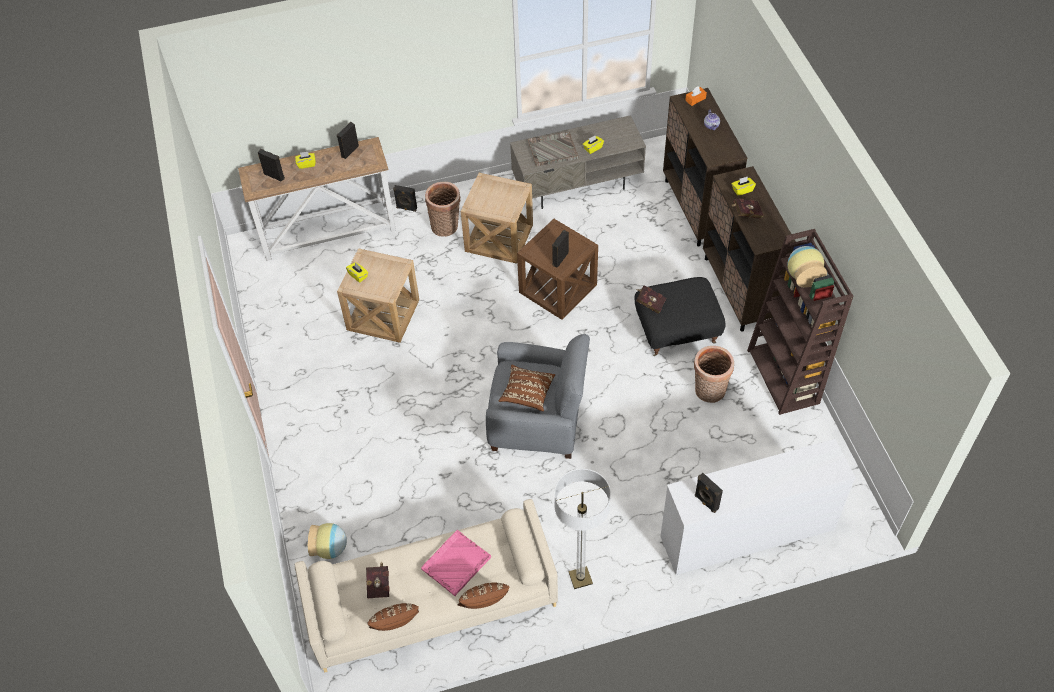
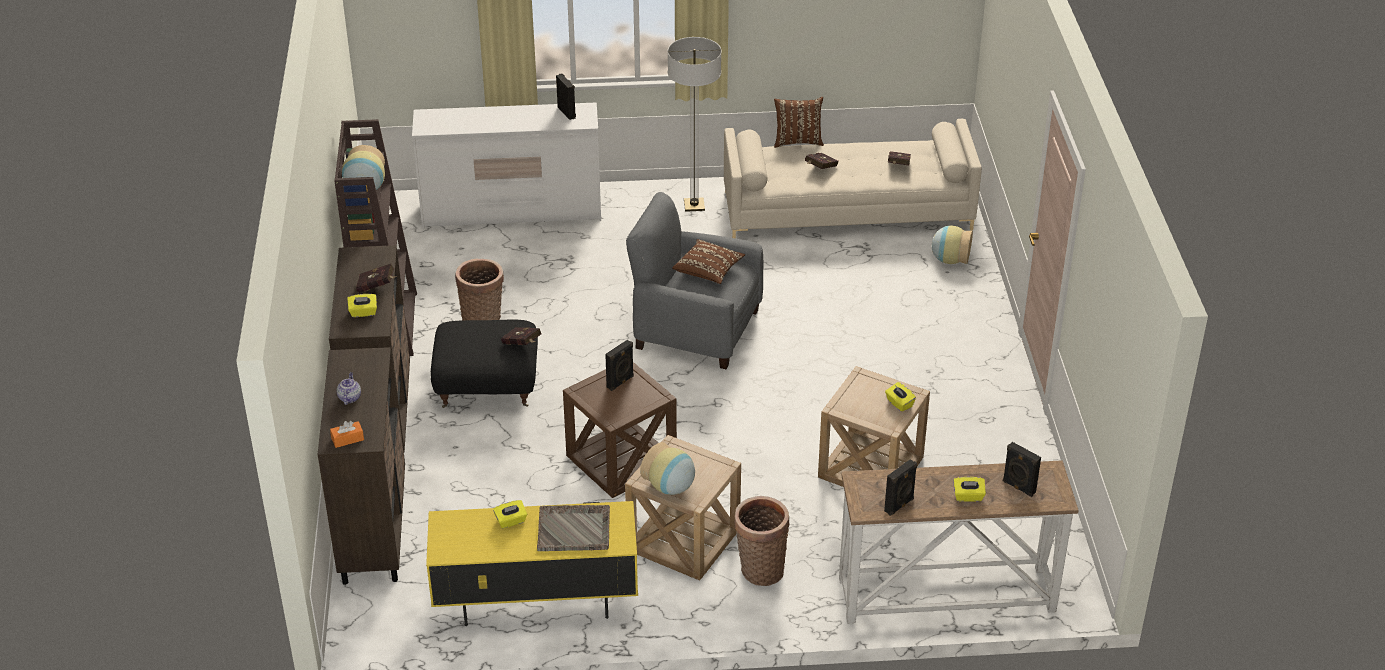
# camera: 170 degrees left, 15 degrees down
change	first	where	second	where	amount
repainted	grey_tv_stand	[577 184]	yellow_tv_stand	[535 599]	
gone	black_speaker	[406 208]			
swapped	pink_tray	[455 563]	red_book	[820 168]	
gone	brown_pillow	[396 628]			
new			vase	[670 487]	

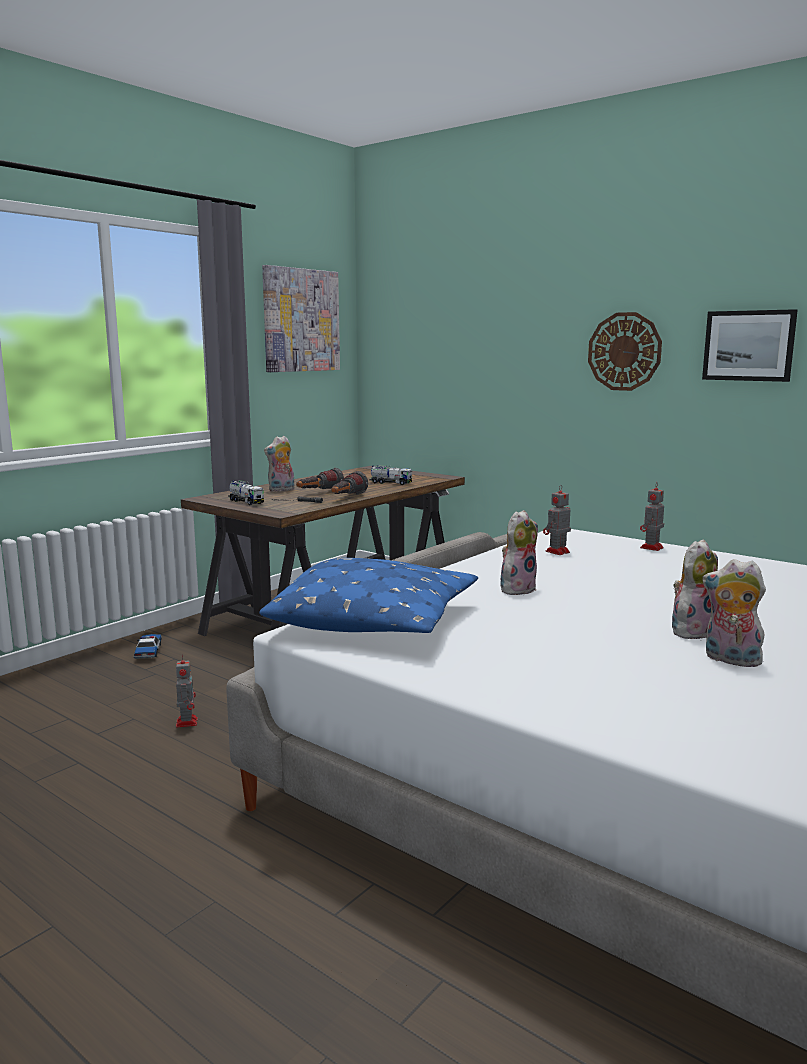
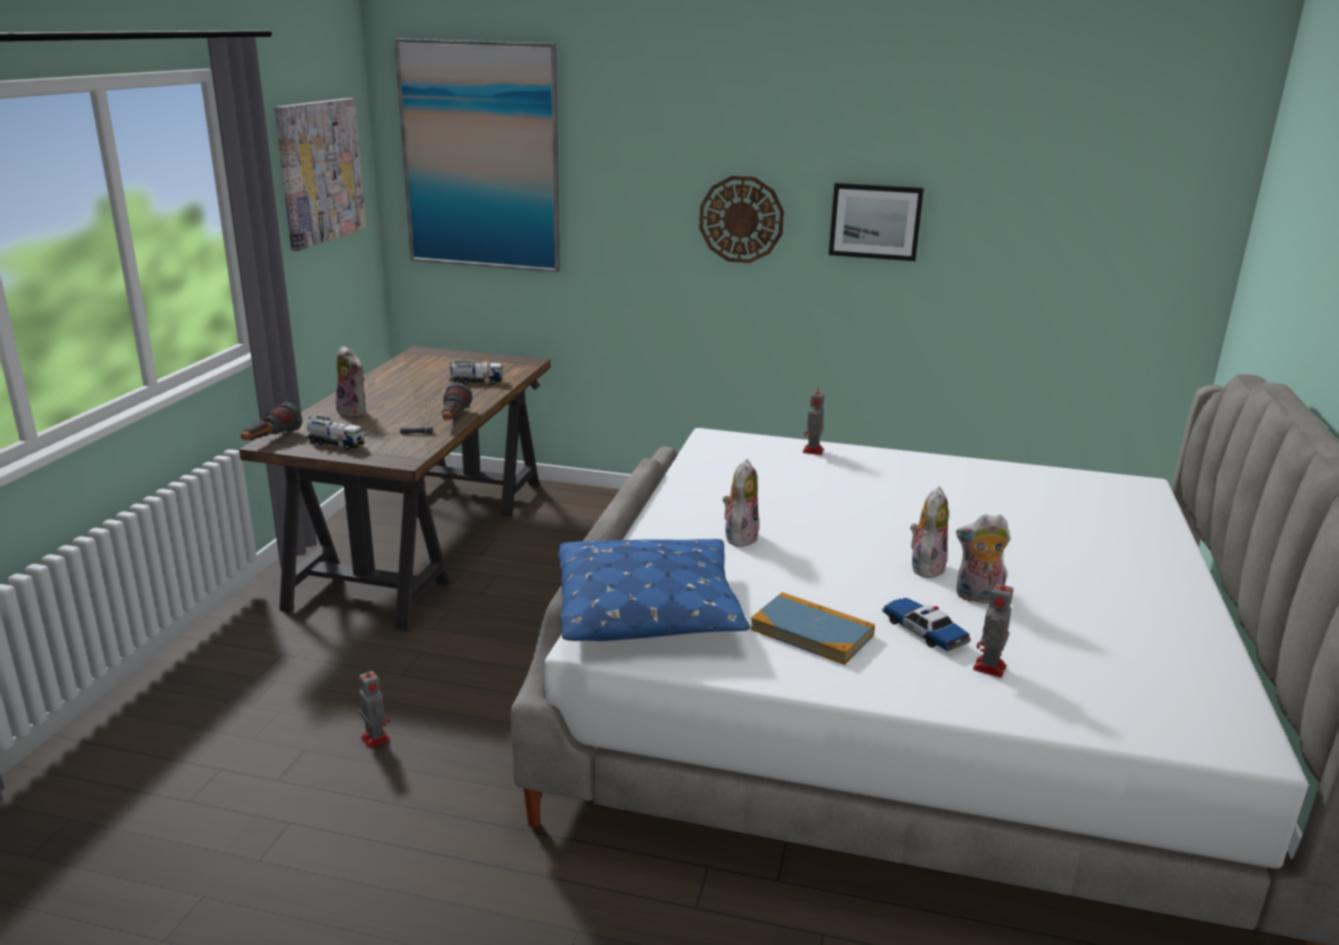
# camera: 25 degrees left, 10 degrees up
change	first	where	second	where	amount
rotated	plush_toy	[281 490]		[354 412]	75 degrees counterclockwise
shifted	flashlight	[319 493]		[270 440]	
shifted	toy_robot	[556 552]		[989 668]	
shifted	toy_car	[148 652]		[923 632]	
new			picture	[480 157]	
new			book	[811 632]	

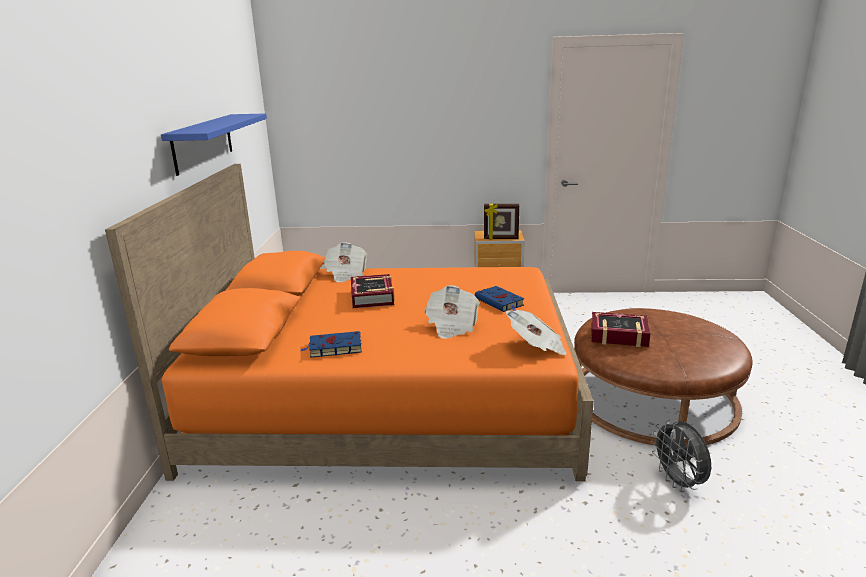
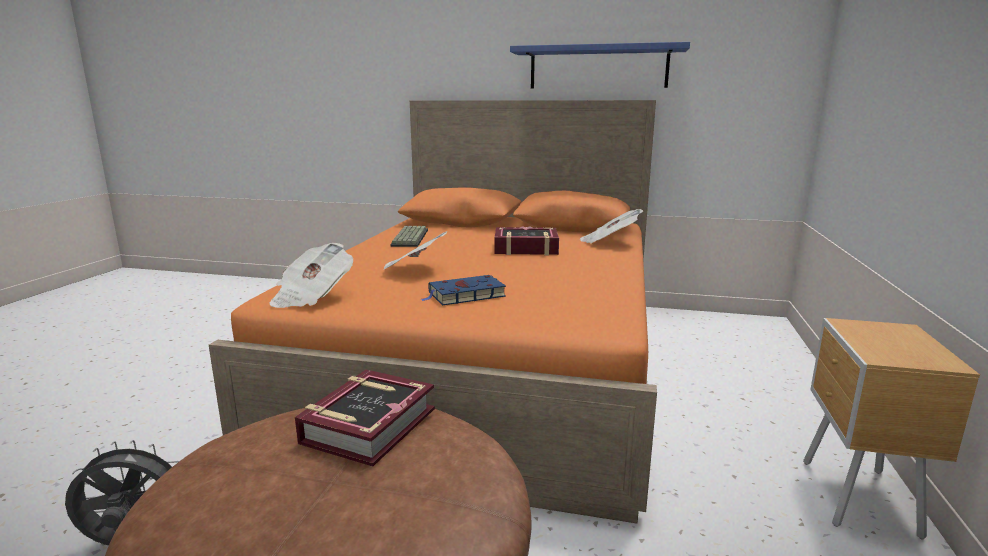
# camera: 100 degrees right, 5 degrees down
change	first	where	second	where	amount
gone	picture_frame	[501 238]			
swapped	blue_book	[334 348]	keyboard	[409 237]	

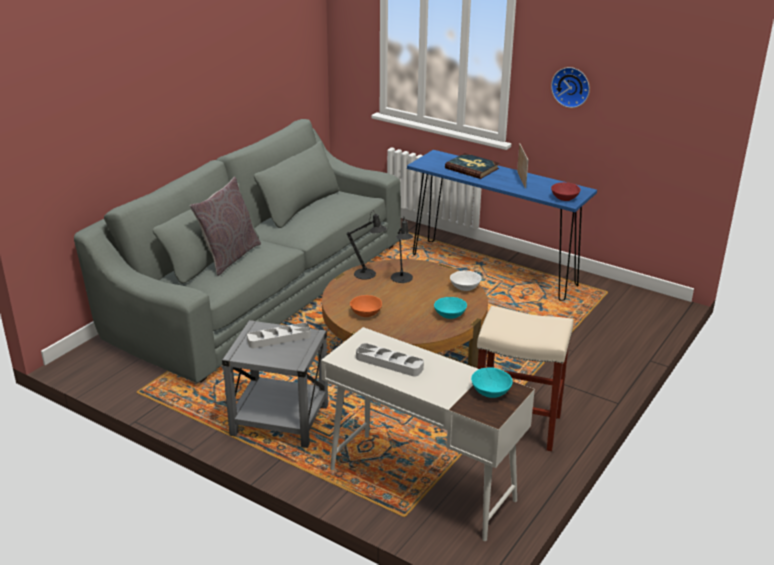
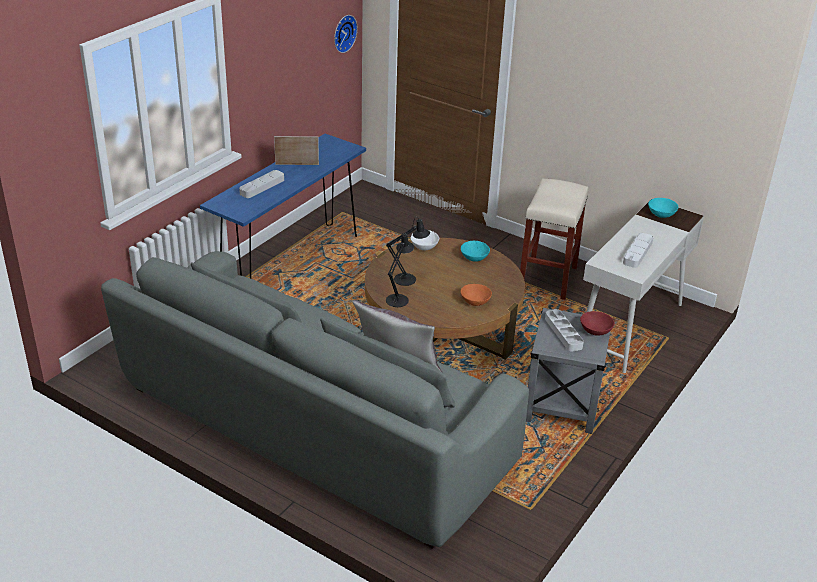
# camera: 90 degrees left, 5 degrees up
change	first	where	second	where	amount
shifted	wall_clock	[571 86]		[343 33]	
swapped	book	[472 168]	grey_tray	[262 186]	
shifted	red_bowl	[565 198]		[595 330]	

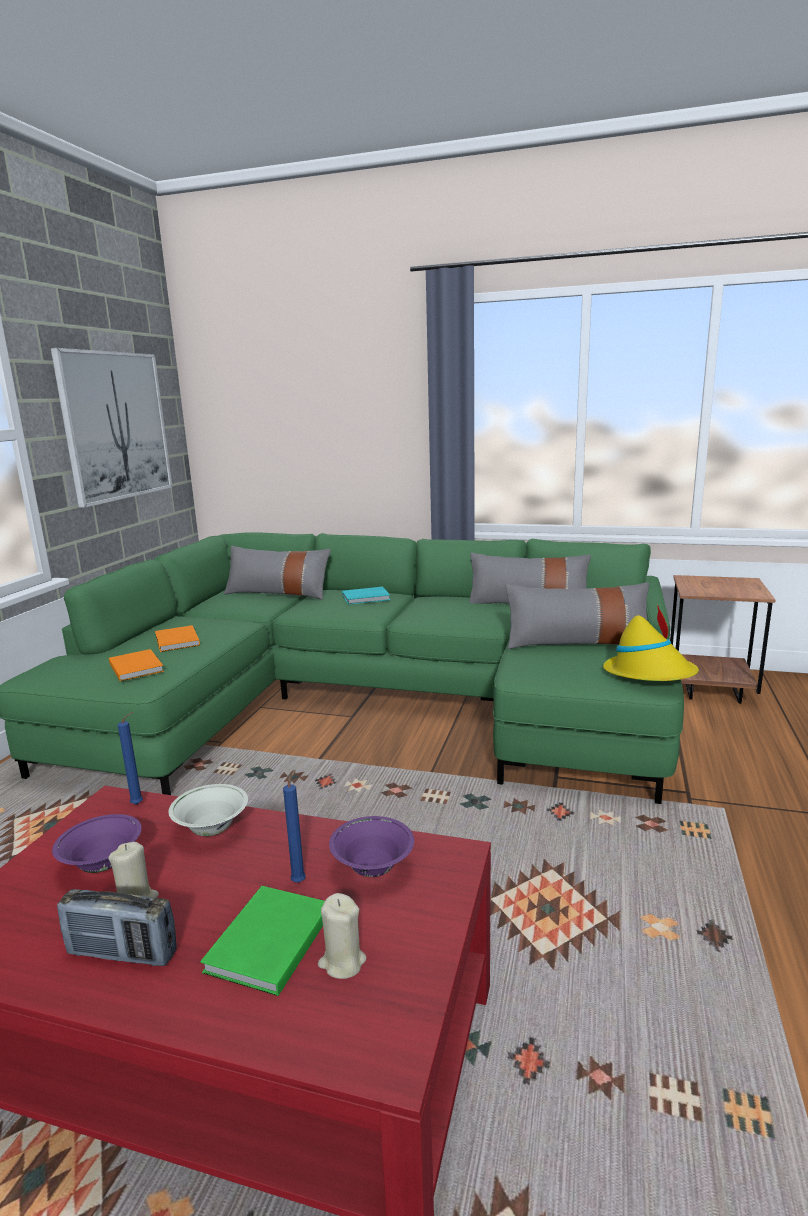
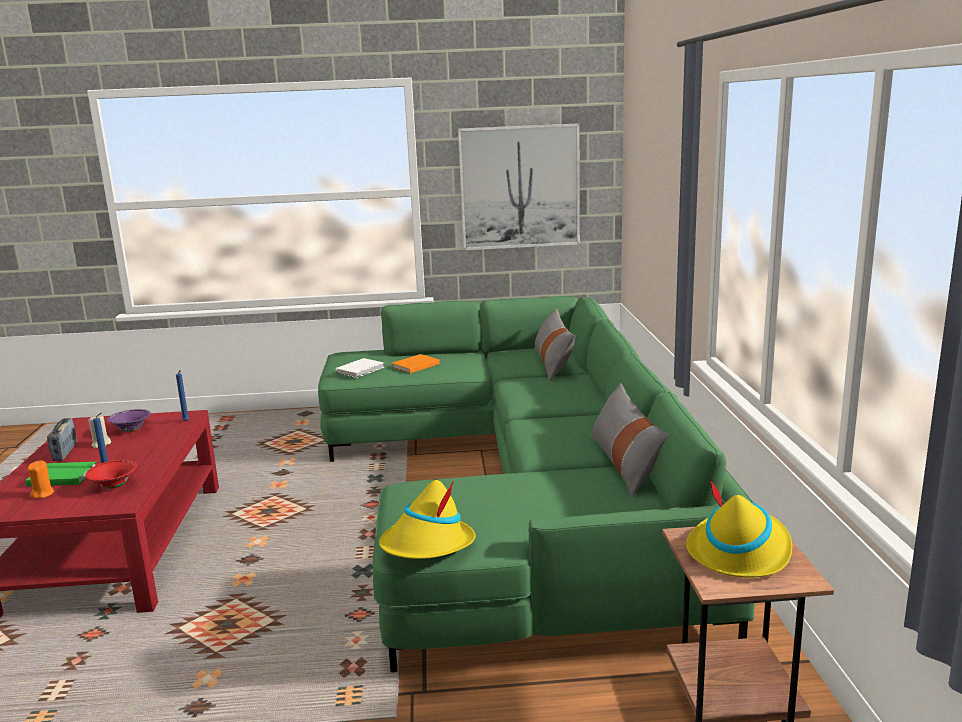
# camera: 70 degrees right, 0 degrees up
change	first	where	second	where	amount
gone	grey_pillow	[576 643]			
gone	turquoise_book	[367 598]			
repainted	orange_book	[137 667]	white_book	[361 369]	
gone	white_bowl	[212 830]			
repainted	purple_bowl	[372 868]	red_bowl	[114 486]	
repainted	beige_candle	[342 962]	orange_candle	[43 494]	
new			yellow_hat	[739 551]	

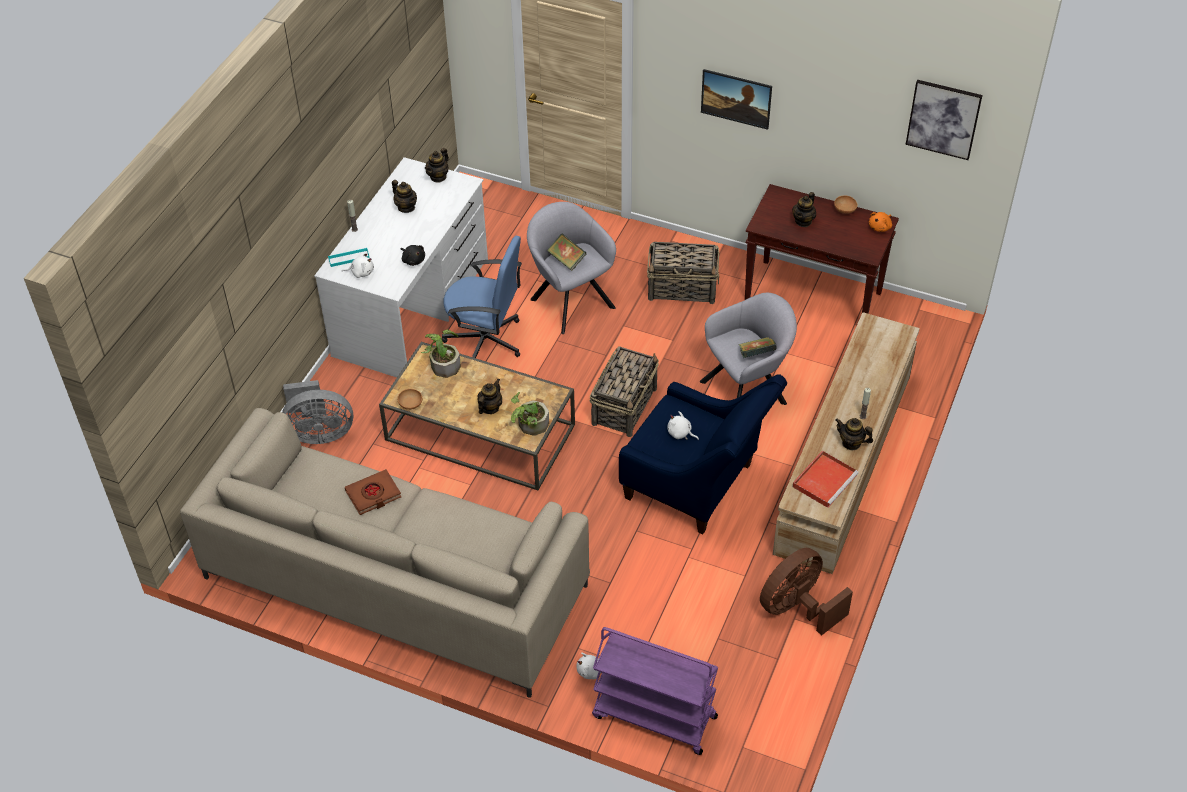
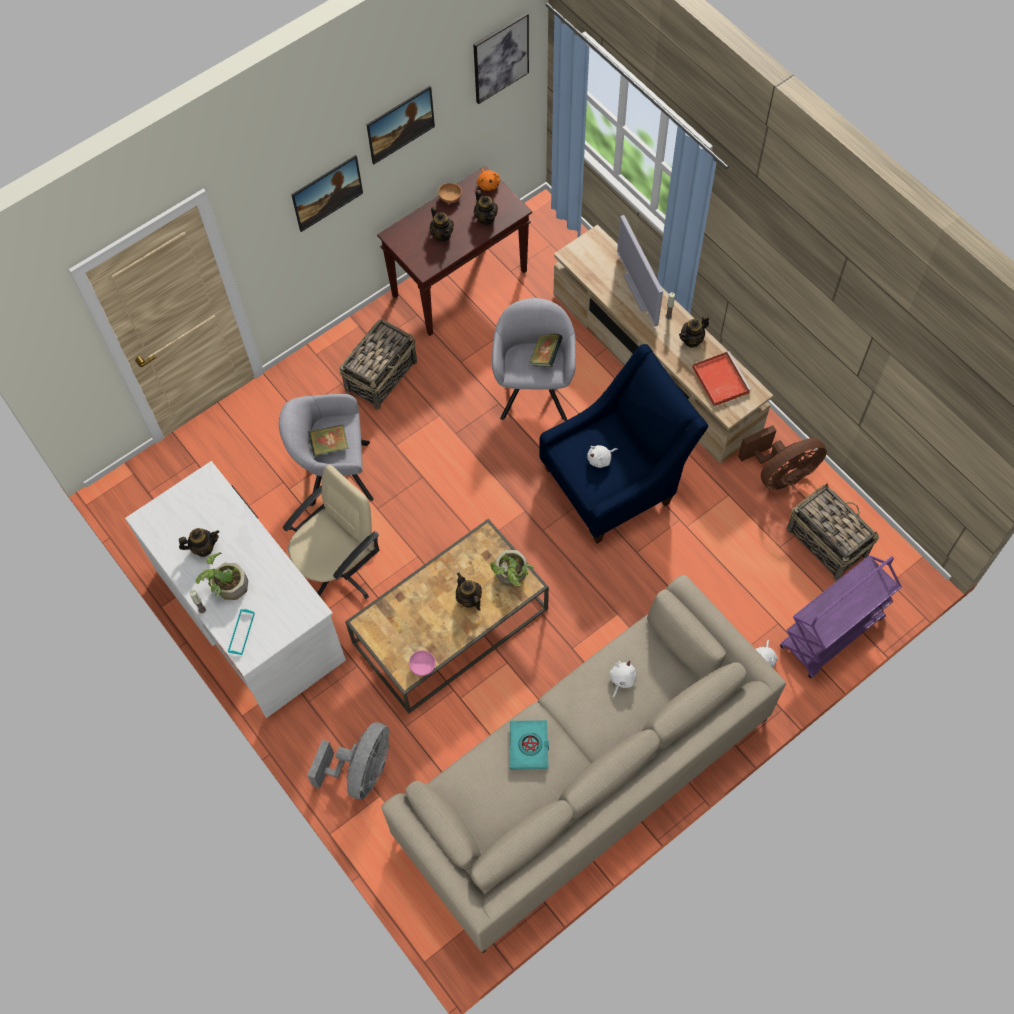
# camera: 60 degrees left, 15 degrees up
change	first	where	second	where	amount
shifted	teapot	[438 177]		[486 218]	
repainted	blue_office_chair	[486 341]	beige_office_chair	[338 568]	
gone	black_plush_toy	[413 260]			
shifted	white_plush_toy	[361 272]		[621 679]	
shifted	potted_plant	[443 364]		[227 585]	
shifted	basket	[625 405]		[826 541]	
repainted	brown_bowl	[410 405]	pink_bowl	[423 666]	
repainted	brown_book	[373 494]	turquoise_book	[529 746]	
rotated	brown_fan	[797 608]		[780 474]	105 degrees counterclockwise
new			picture	[402 134]	
new			television	[640 290]	

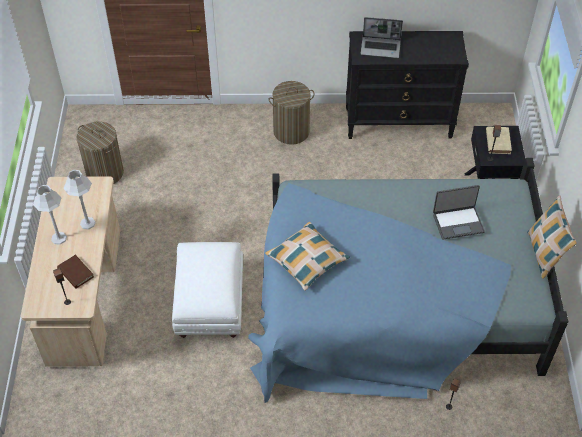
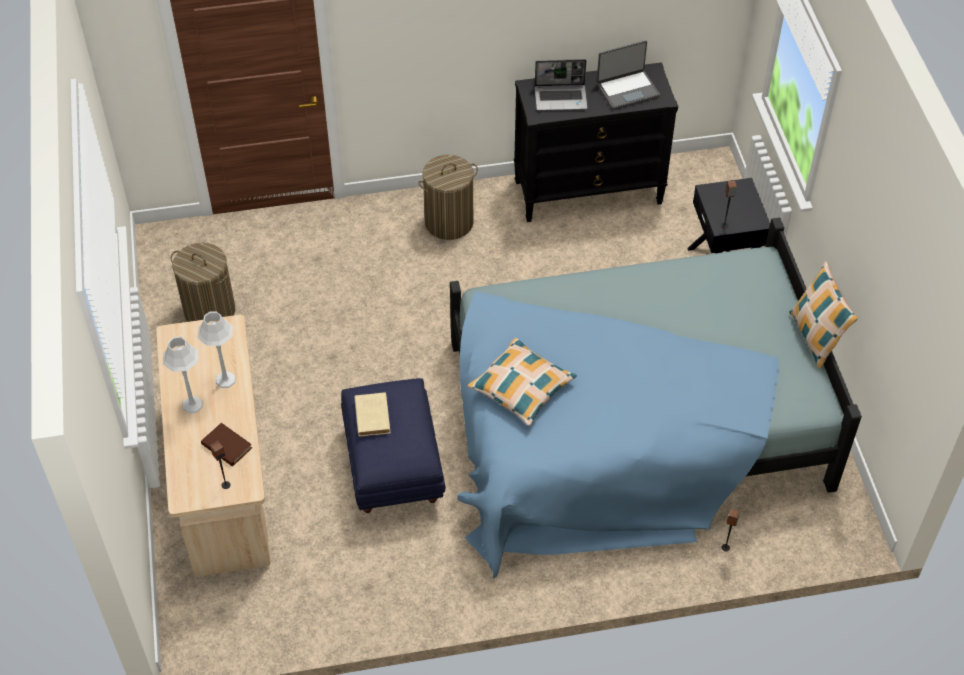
# camera: 10 degrees left, 0 degrees up
change	first	where	second	where	amount
shifted	beige_book	[498 141]		[372 415]	
shifted	laptop	[458 222]		[627 89]	
repainted	white_ottoman	[210 306]	blue_ottoman	[394 467]	

